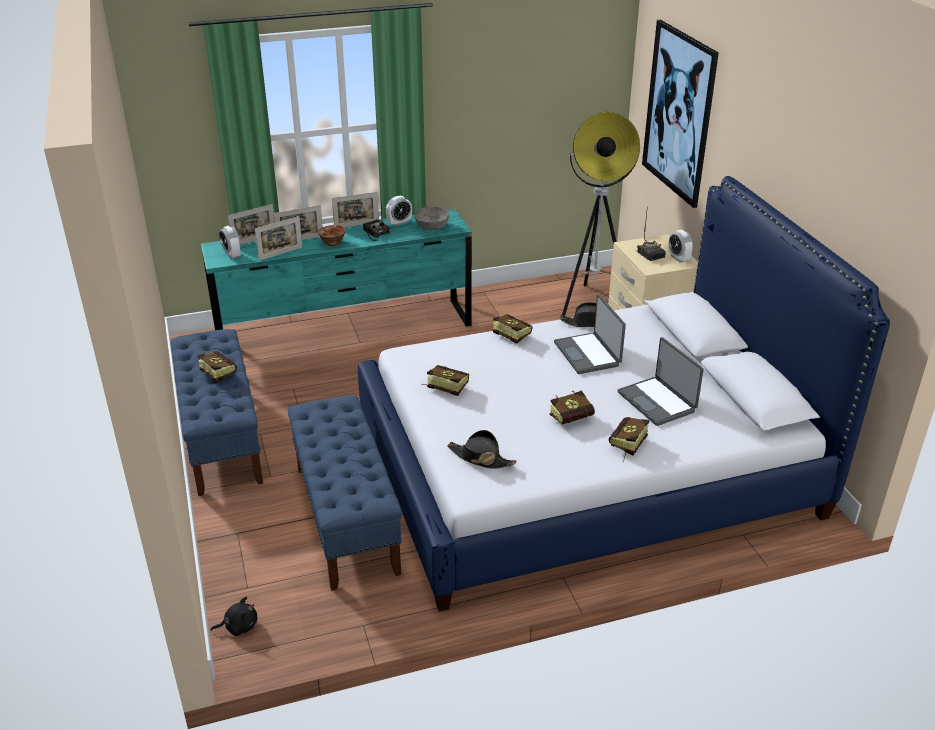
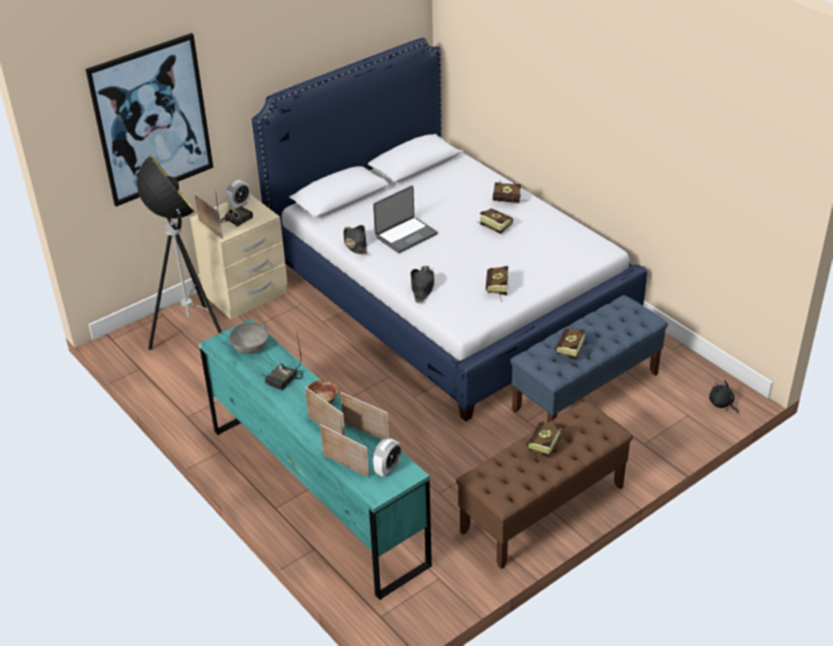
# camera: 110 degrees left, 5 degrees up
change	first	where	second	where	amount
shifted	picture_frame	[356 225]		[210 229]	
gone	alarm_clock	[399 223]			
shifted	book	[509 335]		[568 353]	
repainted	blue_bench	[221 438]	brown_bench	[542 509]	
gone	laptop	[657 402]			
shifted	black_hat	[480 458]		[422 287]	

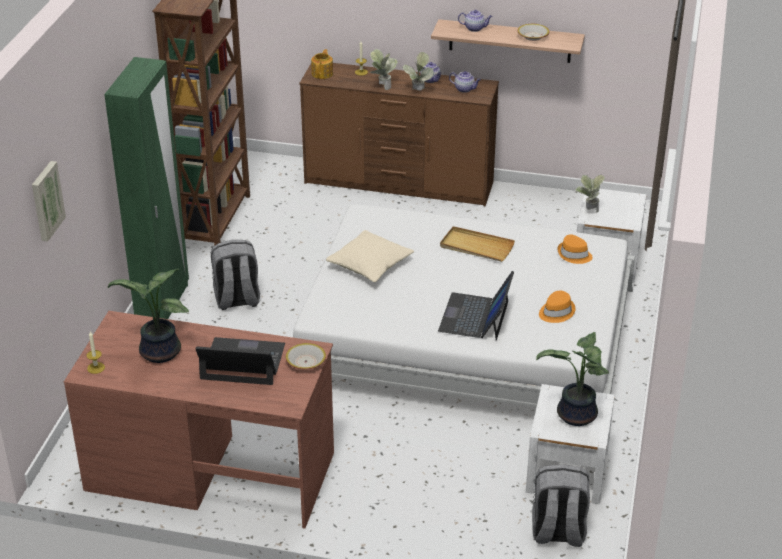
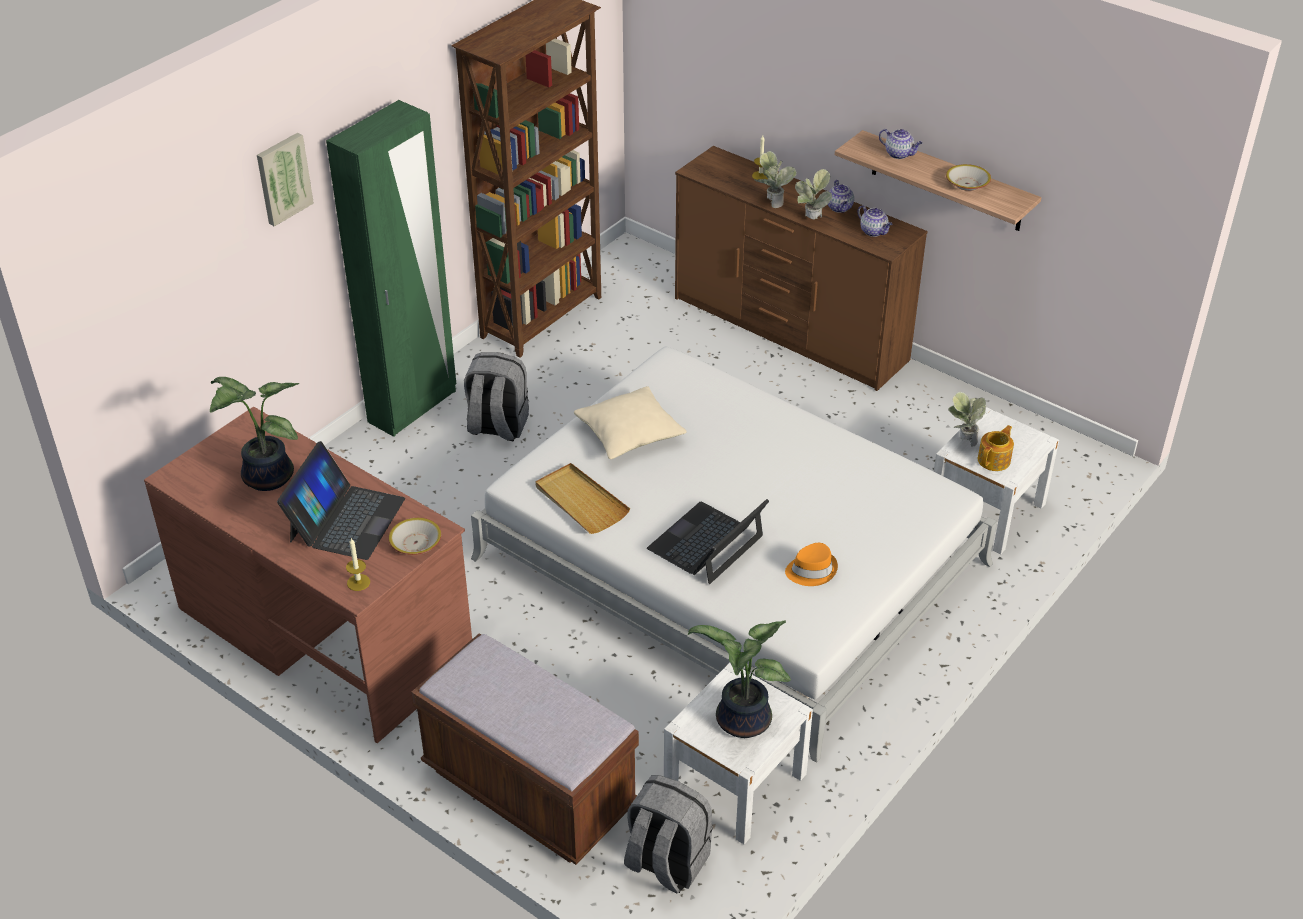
# camera: 25 degrees right, 5 degrees up
change	first	where	second	where	amount
shifted	teapot	[322 73]		[994 460]	
shifted	picture	[46 200]		[283 178]	
shifted	beige_tray	[476 247]		[580 501]	
gone	orange_hat	[574 255]			
shifted	candle	[96 368]		[358 582]	
rotated	laptop	[242 362]		[346 519]	75 degrees clockwise
new			brown_bench	[529 789]	

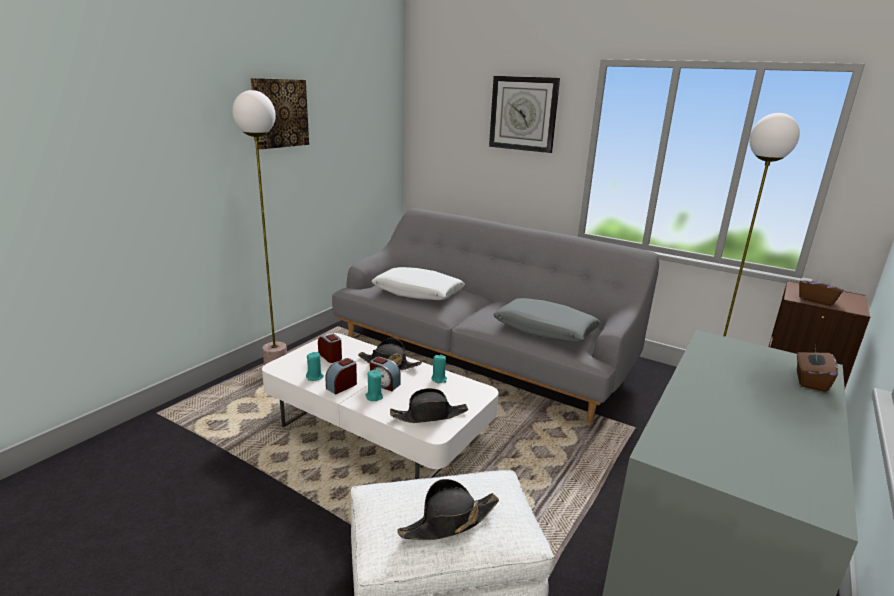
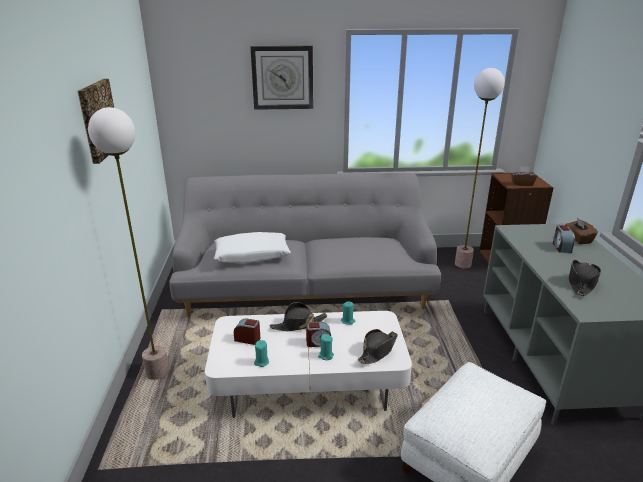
# camera: 35 degrees left, 5 degrees up
change	first	where	second	where	amount
gone	grey_pillow	[545 330]			
shifted	alarm_clock	[342 386]		[561 247]	
shifted	black_hat	[449 522]		[581 282]	

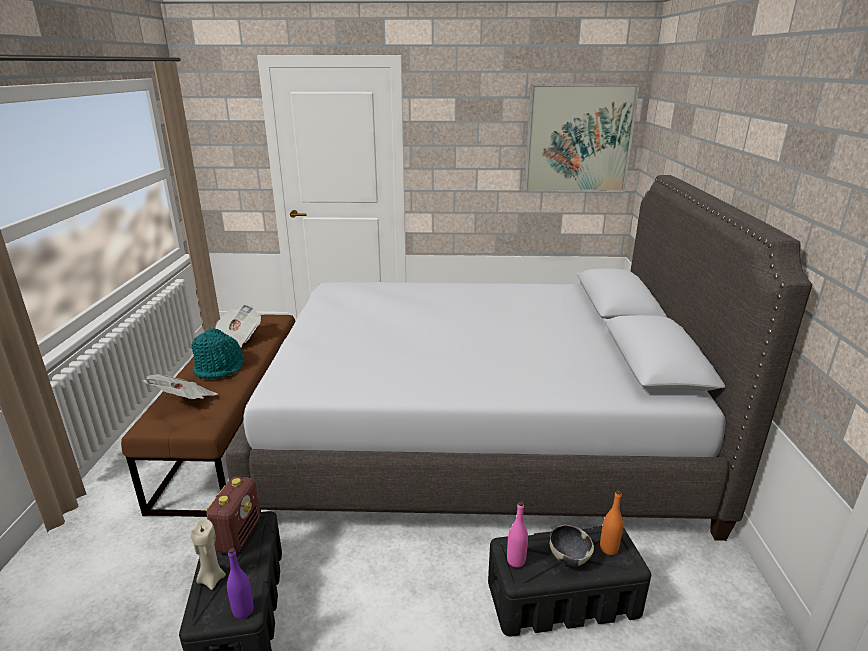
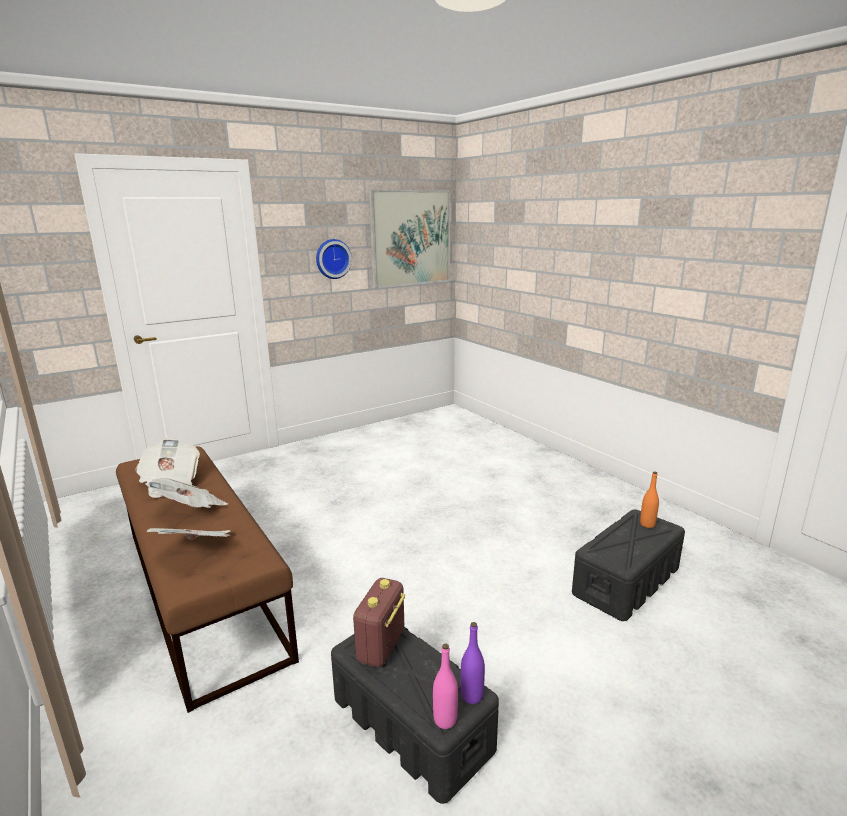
# camera: 35 degrees left, 5 degrees down
change	first	where	second	where	amount
gone	grey_bed	[478 435]			
swapped	turquoise_hat	[220 367]	newspaper	[191 509]	
rotated	radio	[238 535]		[381 646]	135 degrees counterclockwise
shifted	pink_bottle	[516 560]		[445 720]	
gone	beige_candle	[211 578]			
gone	bowl	[569 557]			
new			wall_clock	[332 259]	

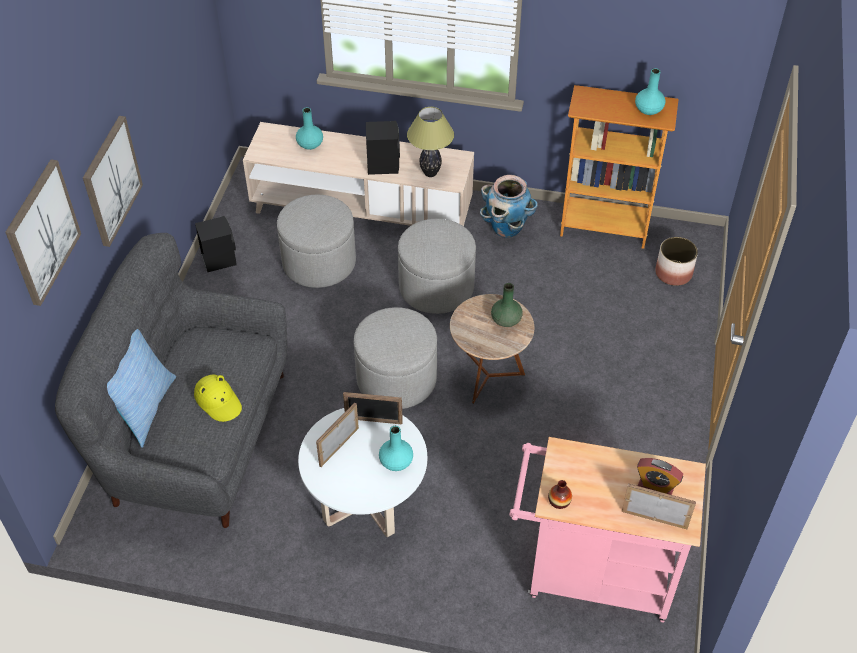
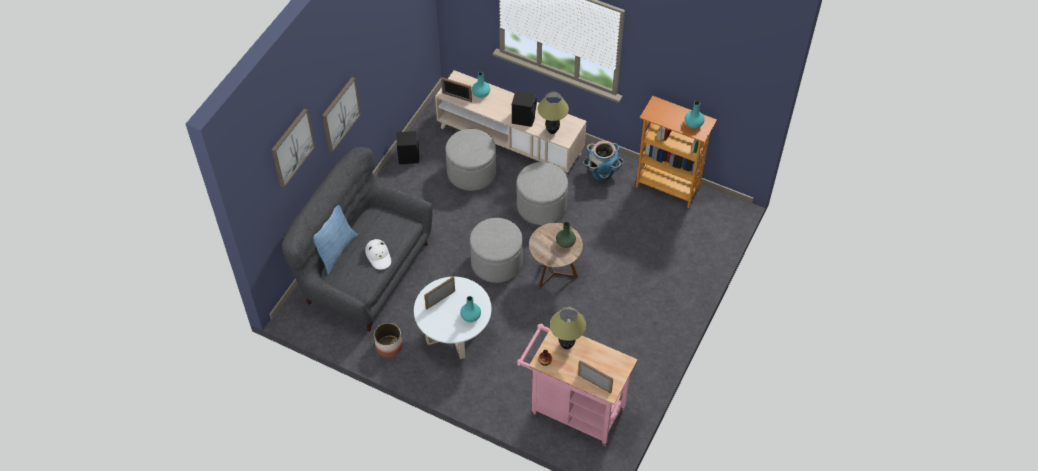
# camera: 15 degrees right, 5 degrees up
change	first	where	second	where	amount
shifted	planter	[674 273]		[389 346]	
repainted	yellow_hat	[218 401]	white_hat	[378 256]	
shifted	picture_frame	[373 420]		[457 97]	
gone	alarm_clock	[655 488]			
new			table_lamp	[566 345]	

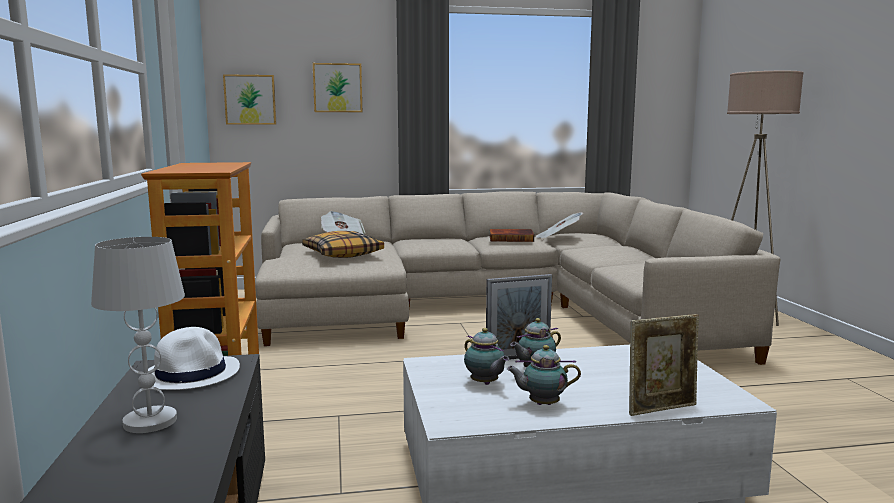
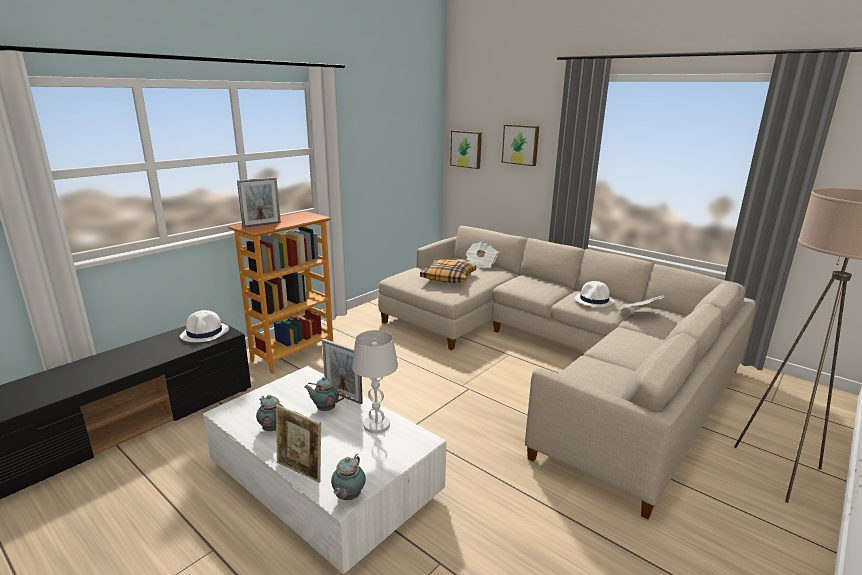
# camera: 50 degrees right, 10 degrees up
change	first	where	second	where	amount
swapped	book	[511 238]	white_hat	[594 300]	
shifted	white_table_lamp	[150 421]		[377 425]	
shifted	teapot	[485 384]		[348 497]	
new			picture_frame	[262 225]	

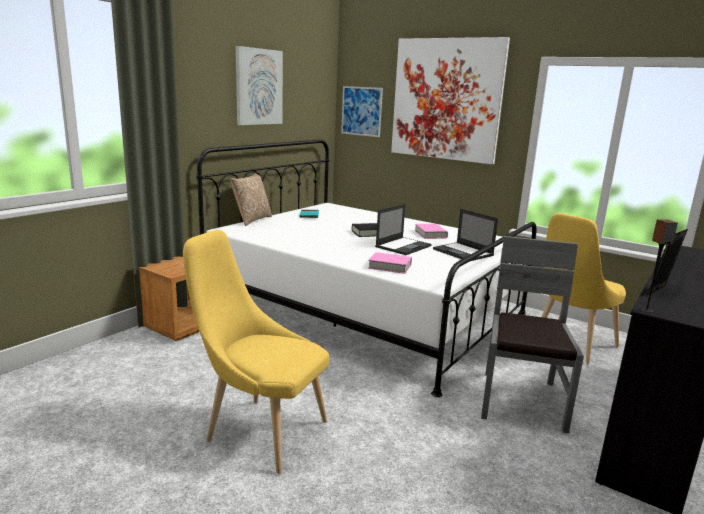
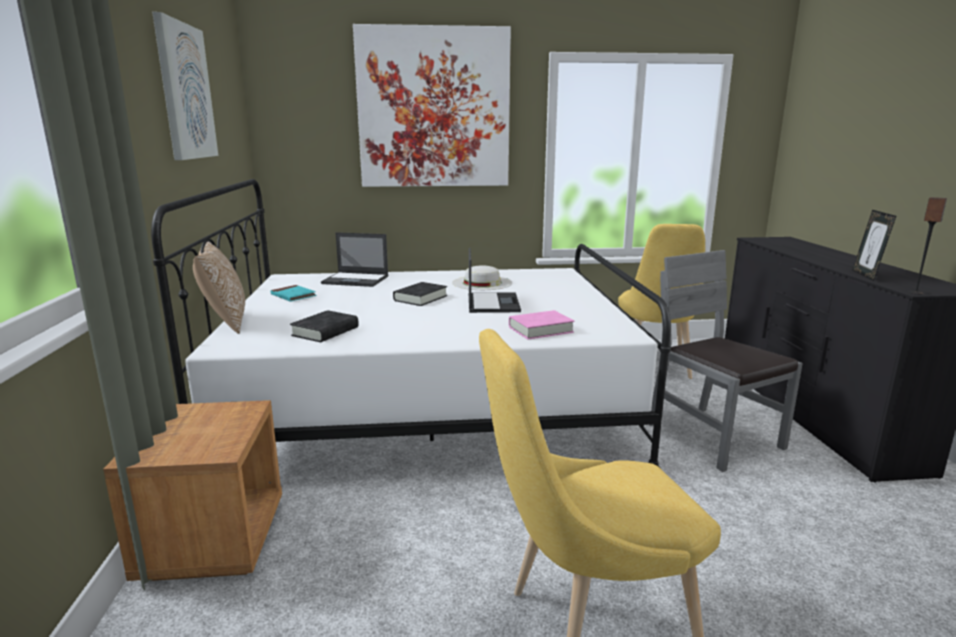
# camera: 40 degrees left, 0 degrees up
change	first	where	second	where	amount
gone	picture	[361 111]			
shifted	laptop	[463 252]		[356 280]	
swapped	pink_book	[430 234]	white_hat	[482 283]	
new			black_book	[325 331]	

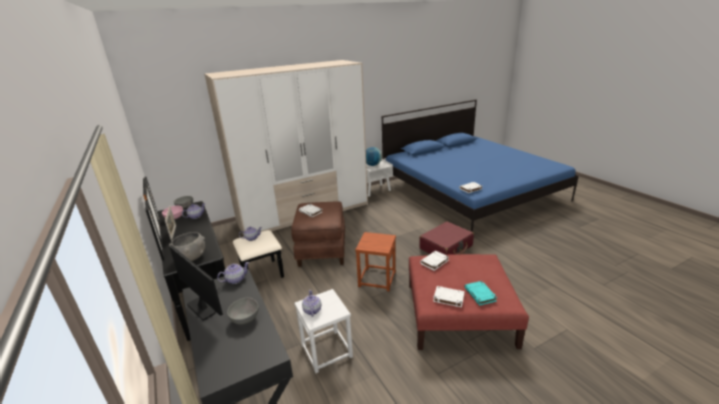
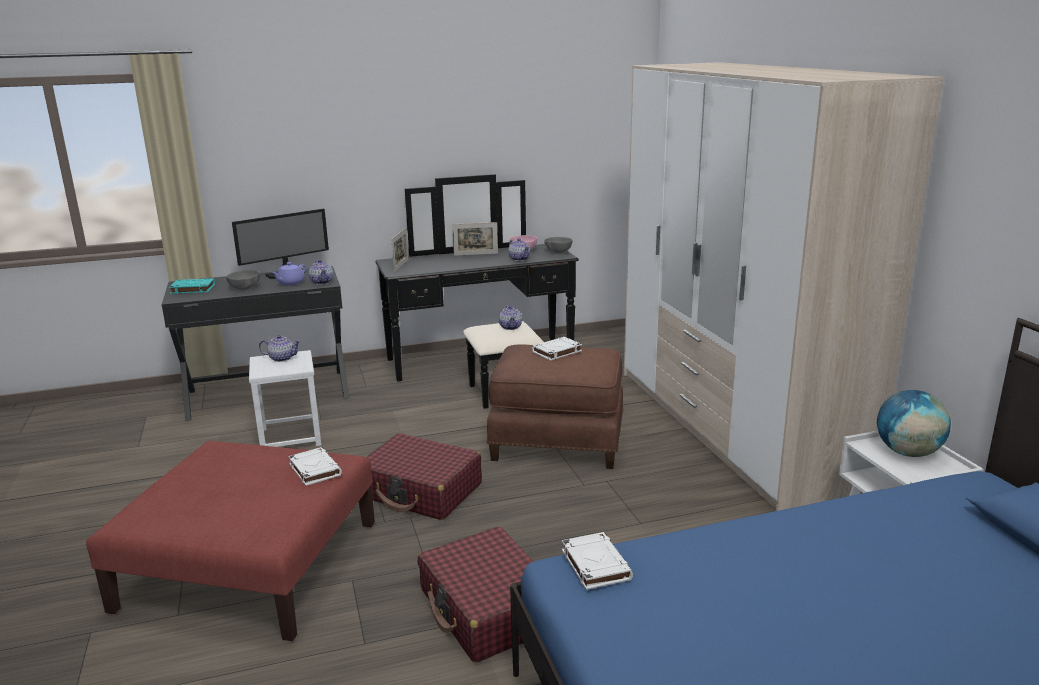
# camera: 100 degrees right, 5 degrees down
change	first	where	second	where	amount
swapped	grey_bowl	[191 257]	picture_frame	[401 265]	
swapped	brown_stool	[377 279]	red_suitcase	[420 491]	
shifted	turquoise_book	[480 295]		[192 289]	
gone	white_book	[448 298]			
new			purple_teapot	[290 283]	

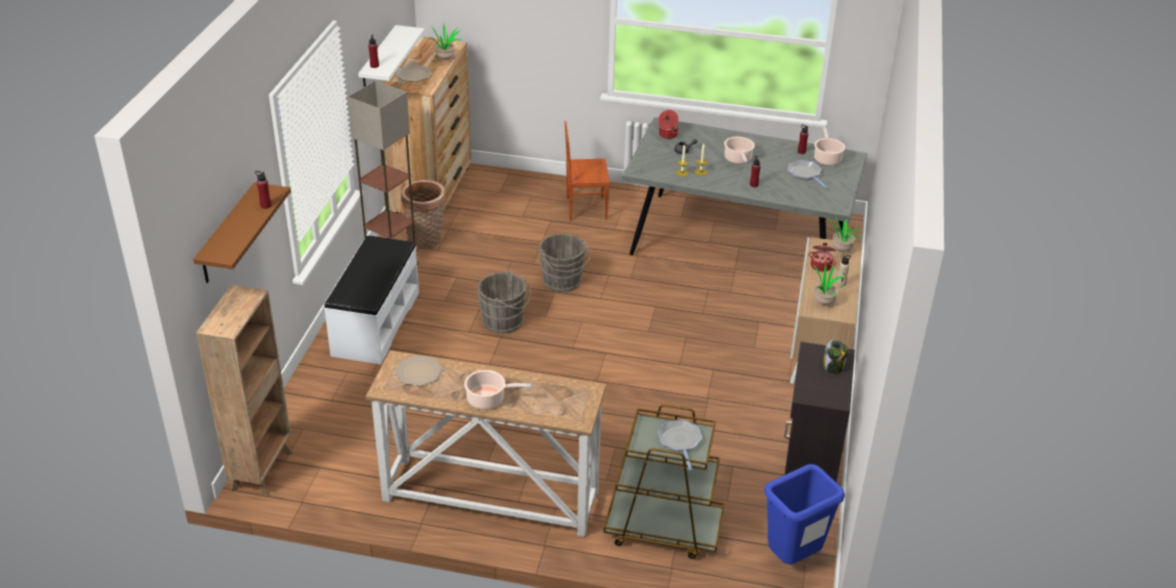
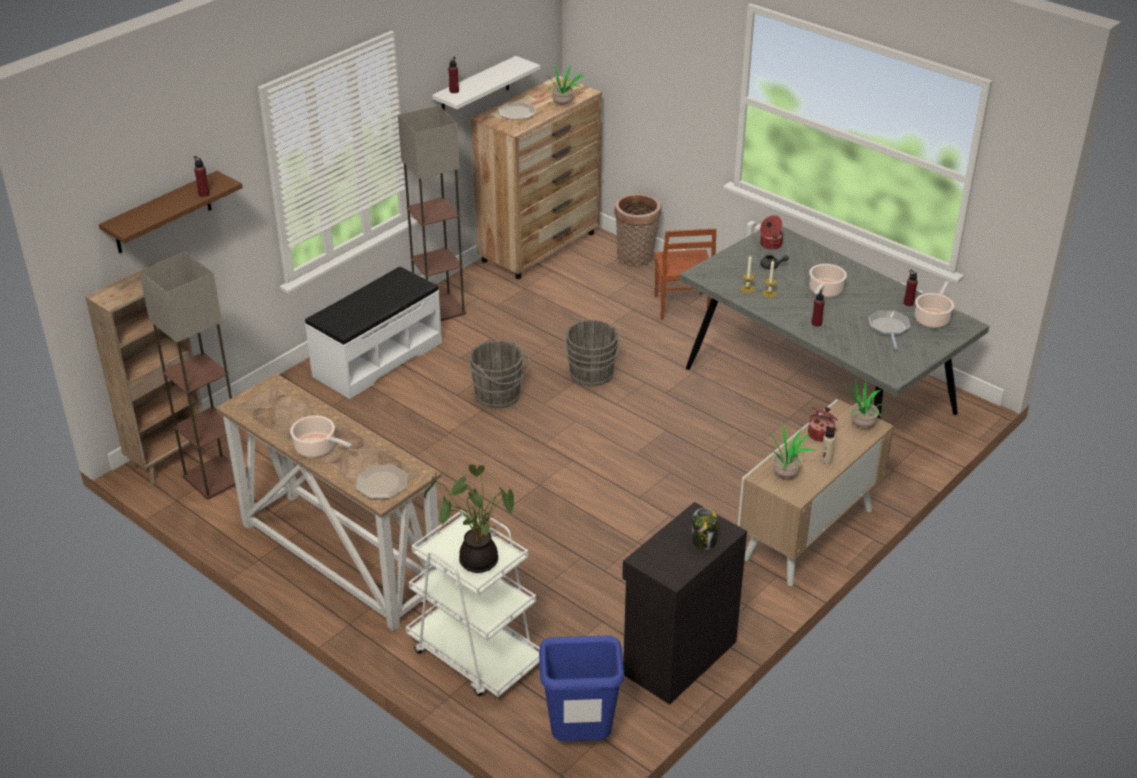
# camera: 30 degrees right, 0 degrees up
change	first	where	second	where	amount
rotated	brown_chair	[585 208]		[681 307]	120 degrees counterclockwise
shifted	basket	[426 241]		[636 260]	
shifted	plate	[418 372]		[381 483]	
repainted	brown_cart	[663 529]	white_cart	[475 654]	
swapped	frying_pan	[680 442]	potted_plant	[477 558]	
new			floor_lamp	[214 478]	

